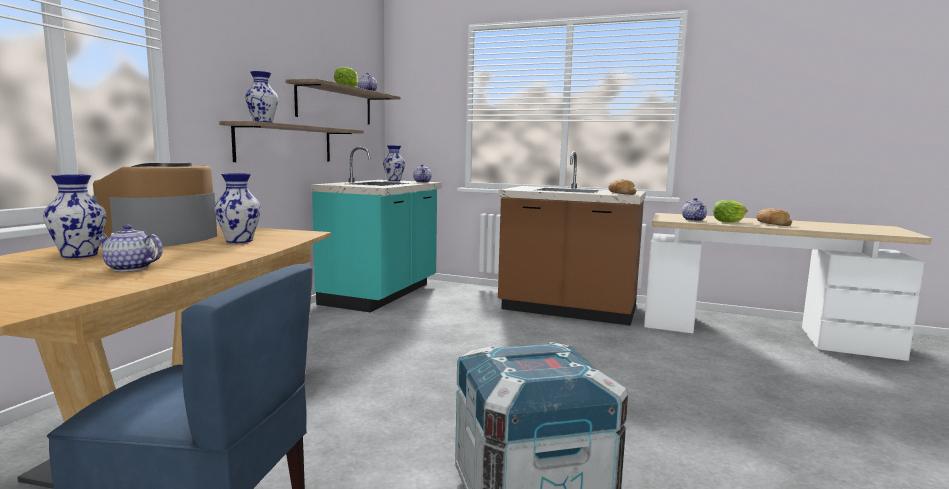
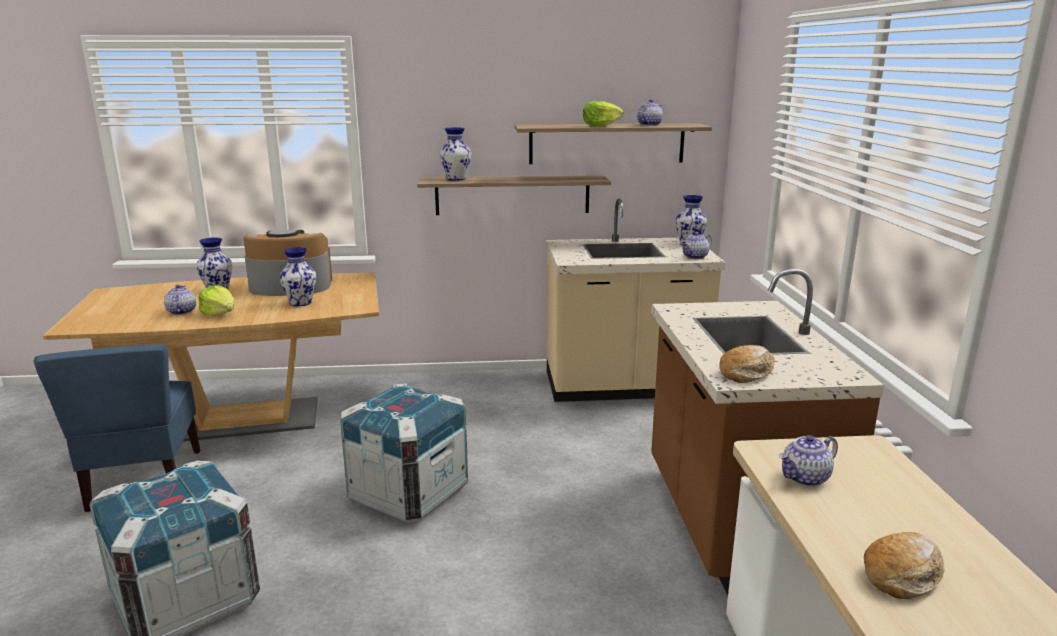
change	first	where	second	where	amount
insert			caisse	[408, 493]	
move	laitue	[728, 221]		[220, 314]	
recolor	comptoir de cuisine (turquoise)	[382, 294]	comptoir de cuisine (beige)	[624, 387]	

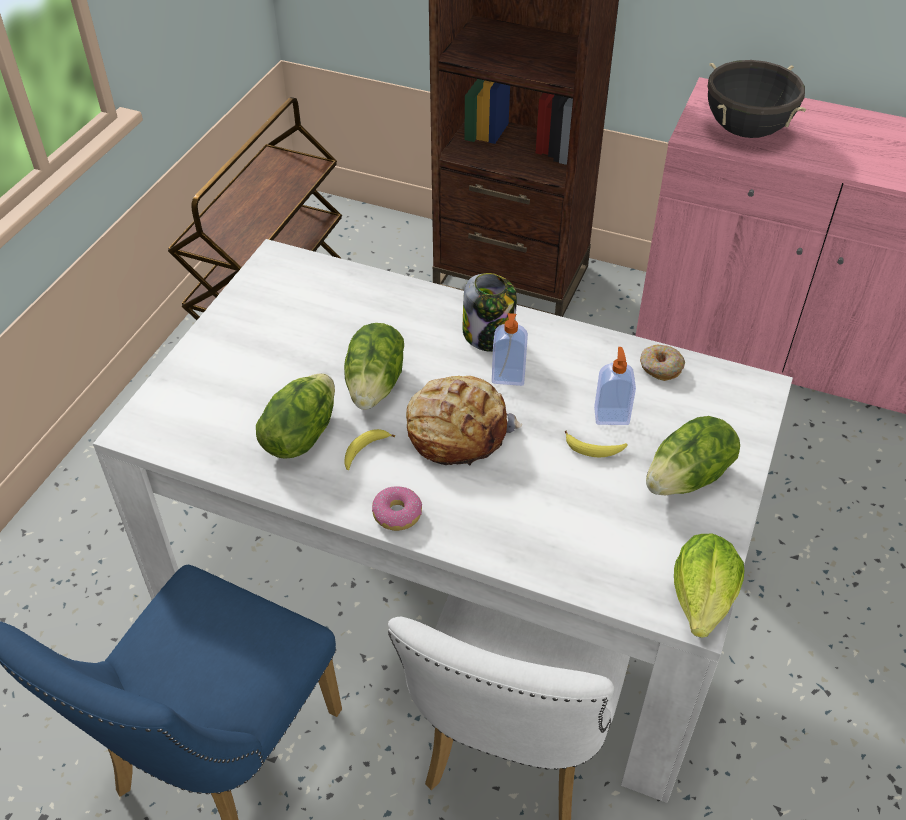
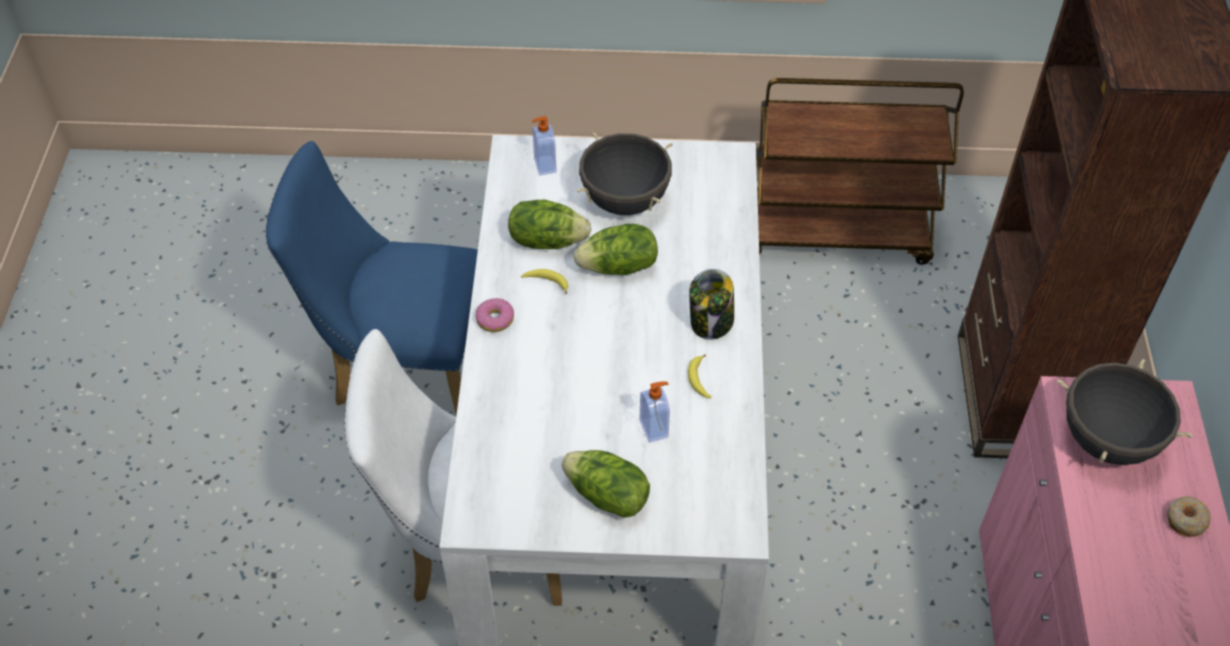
change	first	where	second	where	amount
delete	pain	[457, 430]			
delete	laitue	[703, 599]			
insert			marmite (noir)	[625, 201]	
move	distributeur de savon	[508, 378]		[544, 166]	
move	banane	[594, 449]		[699, 380]	
move	beignet	[660, 367]		[1185, 520]	

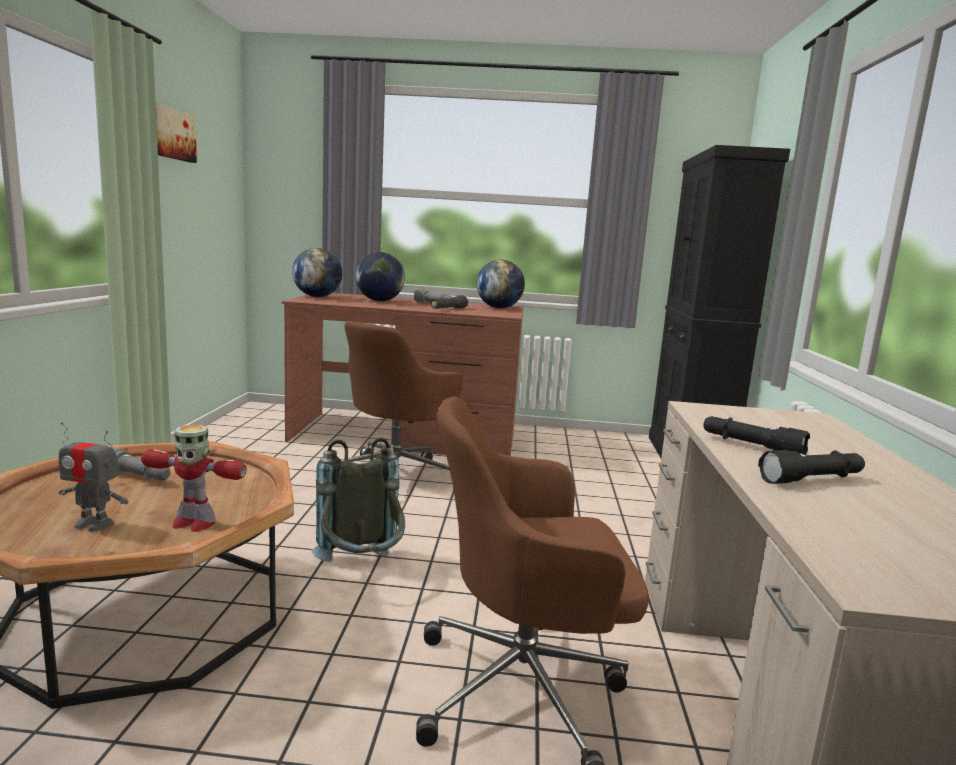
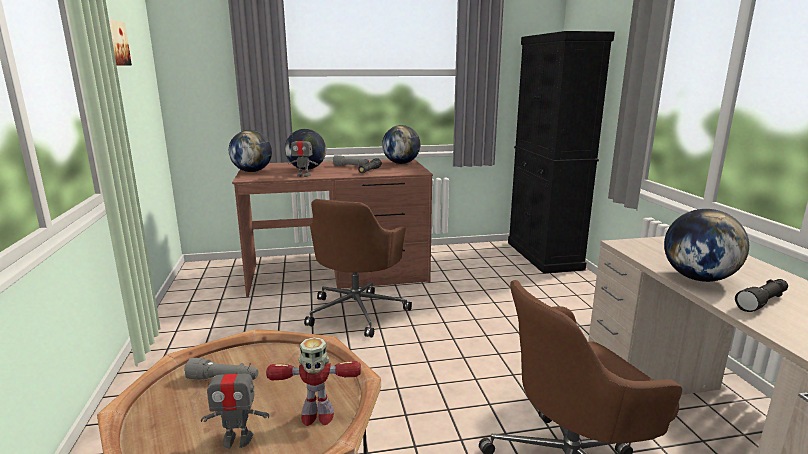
change	first	where	second	where	amount
delete	sac à dos (gris)	[361, 570]			
insert			robot jouet	[303, 175]	
replace	lampe de poche (noir)	[751, 447]	globe	[698, 278]	

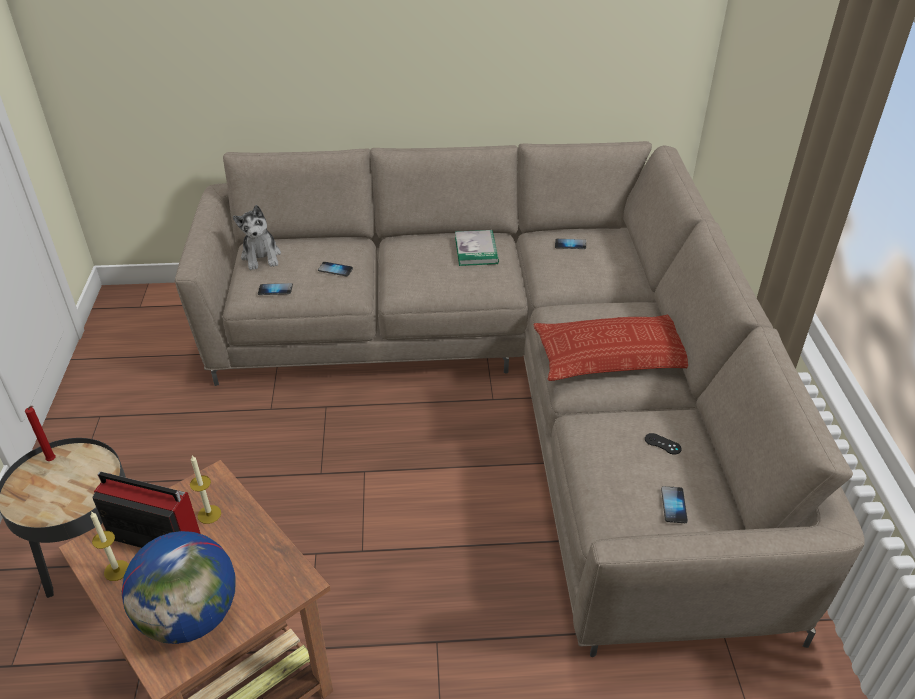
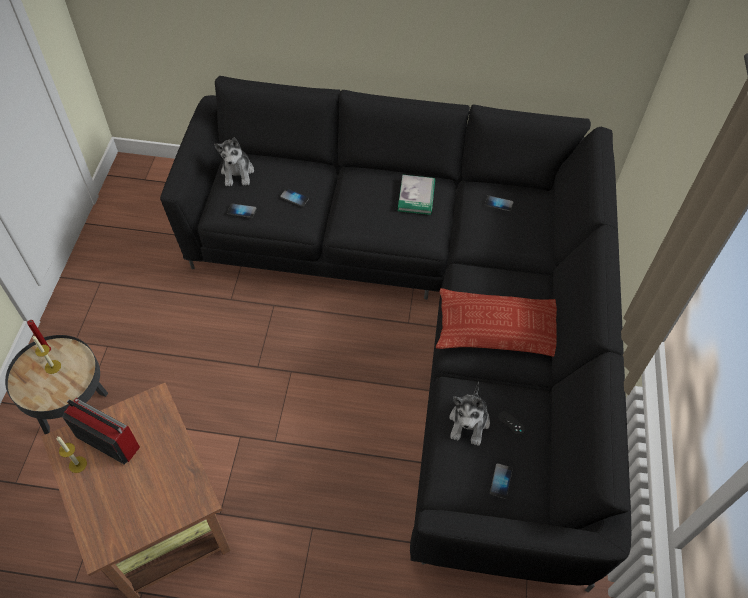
change	first	where	second	where	amount
delete	globe	[191, 617]			
insert			peluche	[469, 422]	
move	bougie	[209, 514]		[53, 367]	
recolor	canapé (beige)	[515, 384]	canapé (noir)	[430, 311]	

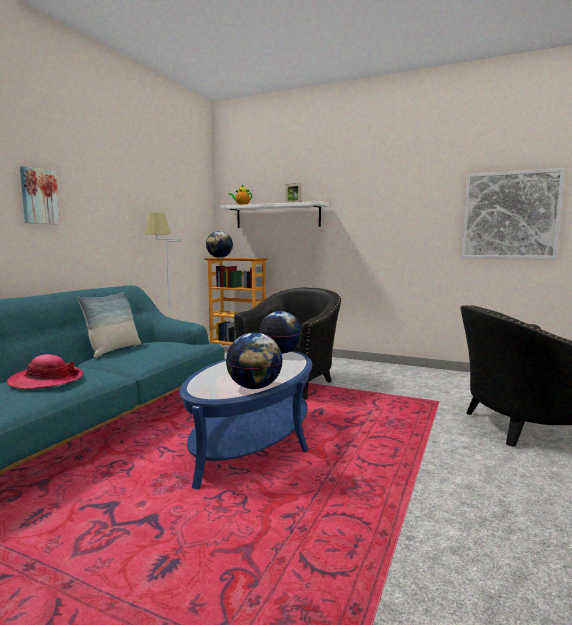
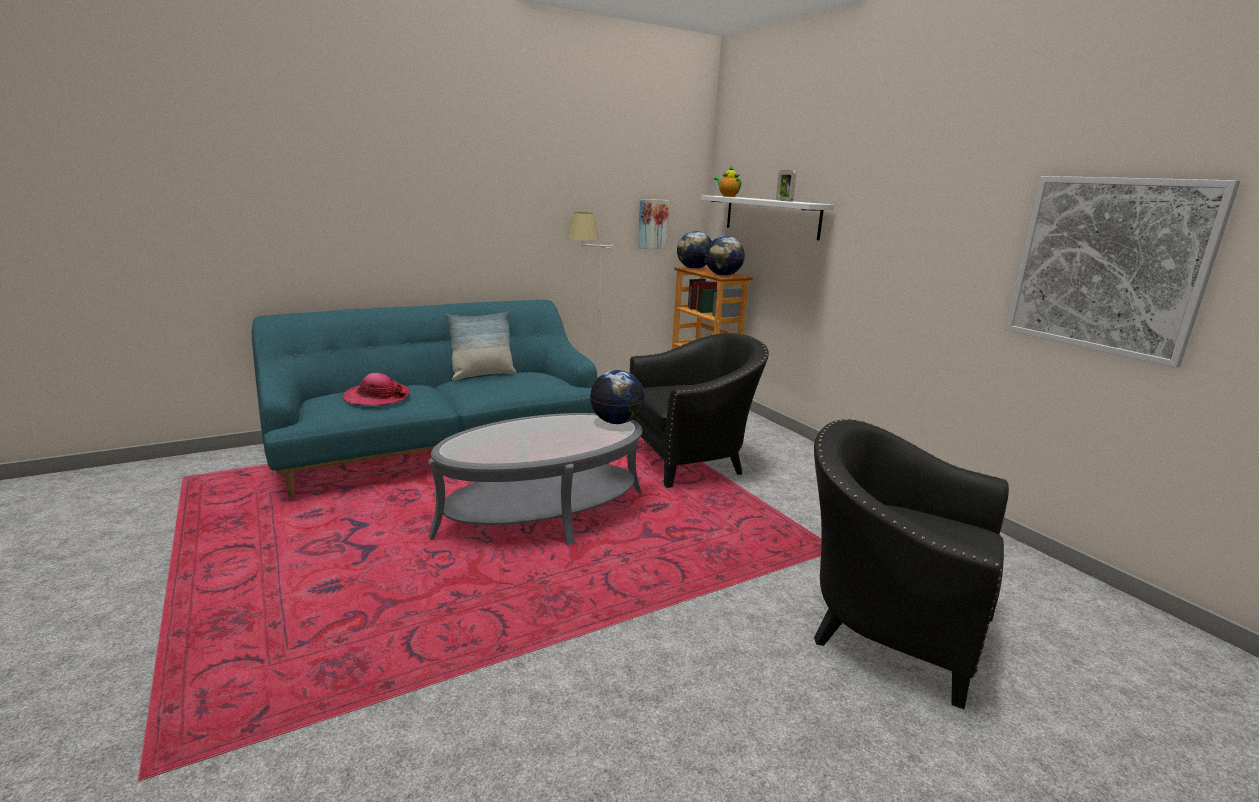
change	first	where	second	where	amount
move	tableau	[39, 196]		[652, 224]	
move	globe	[254, 387]		[723, 275]	
recolor	table basse (bleu)	[253, 440]	table basse (gris)	[542, 514]	

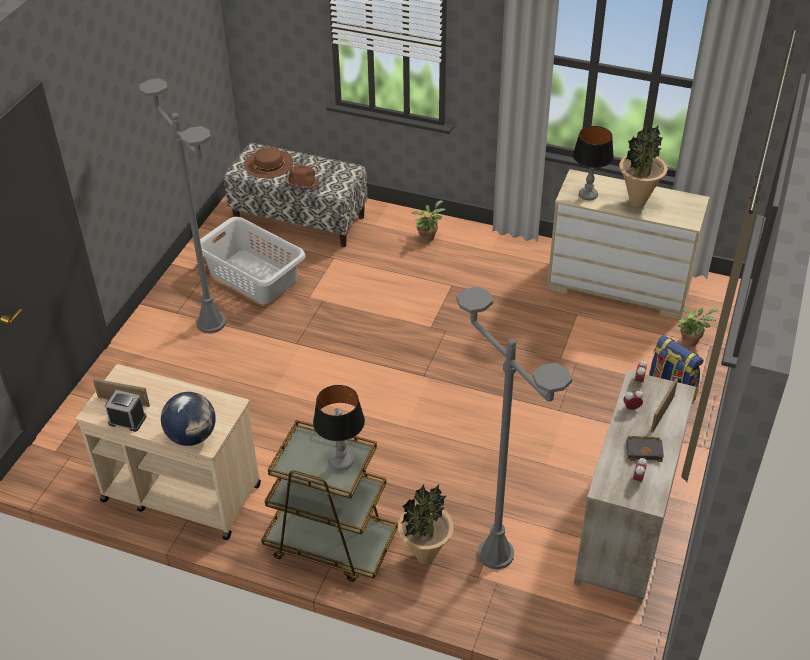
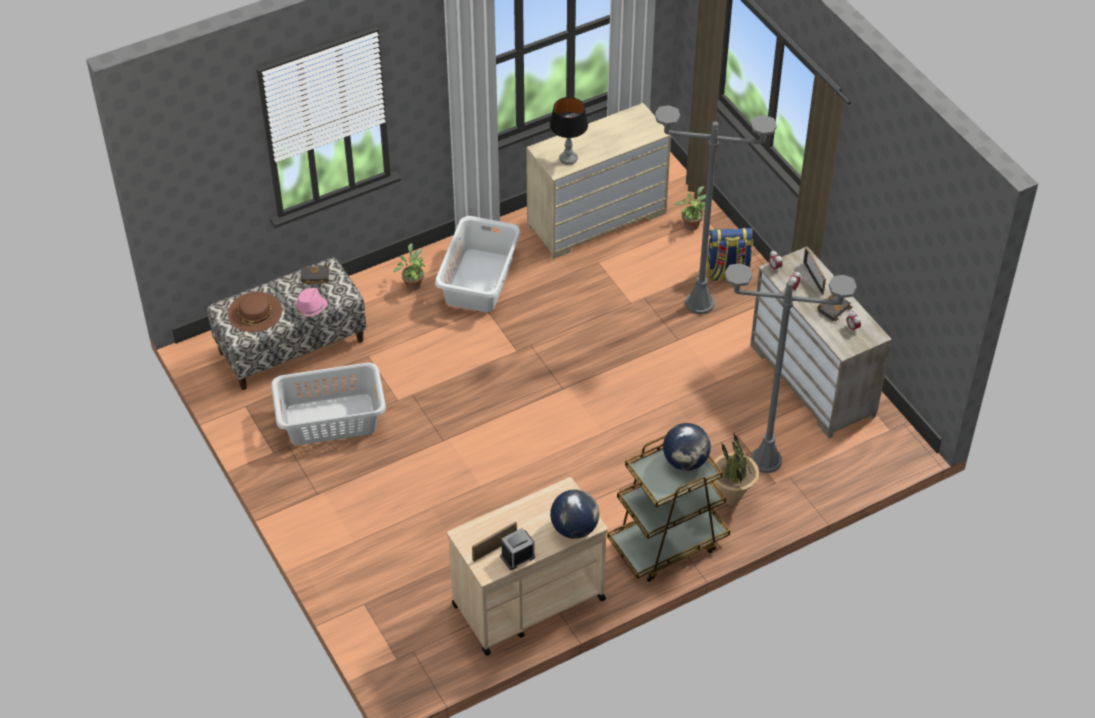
change	first	where	second	where	amount
delete	plante en pot	[637, 203]			
insert			livre (noir)	[314, 277]	
insert			panier à linge (blanc)	[478, 281]	
move	lampadaire (gris)	[211, 322]		[699, 303]	
replace	lampe de table	[342, 462]	globe	[685, 461]	
recolor	chapeau (marron)	[302, 184]	chapeau (rose)	[310, 308]	

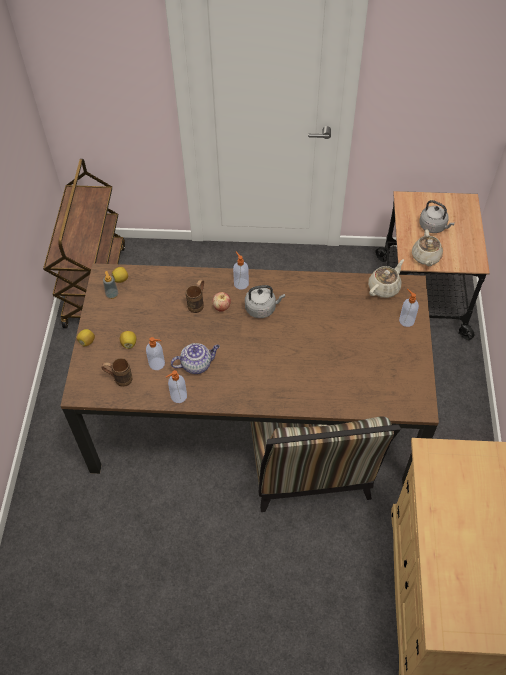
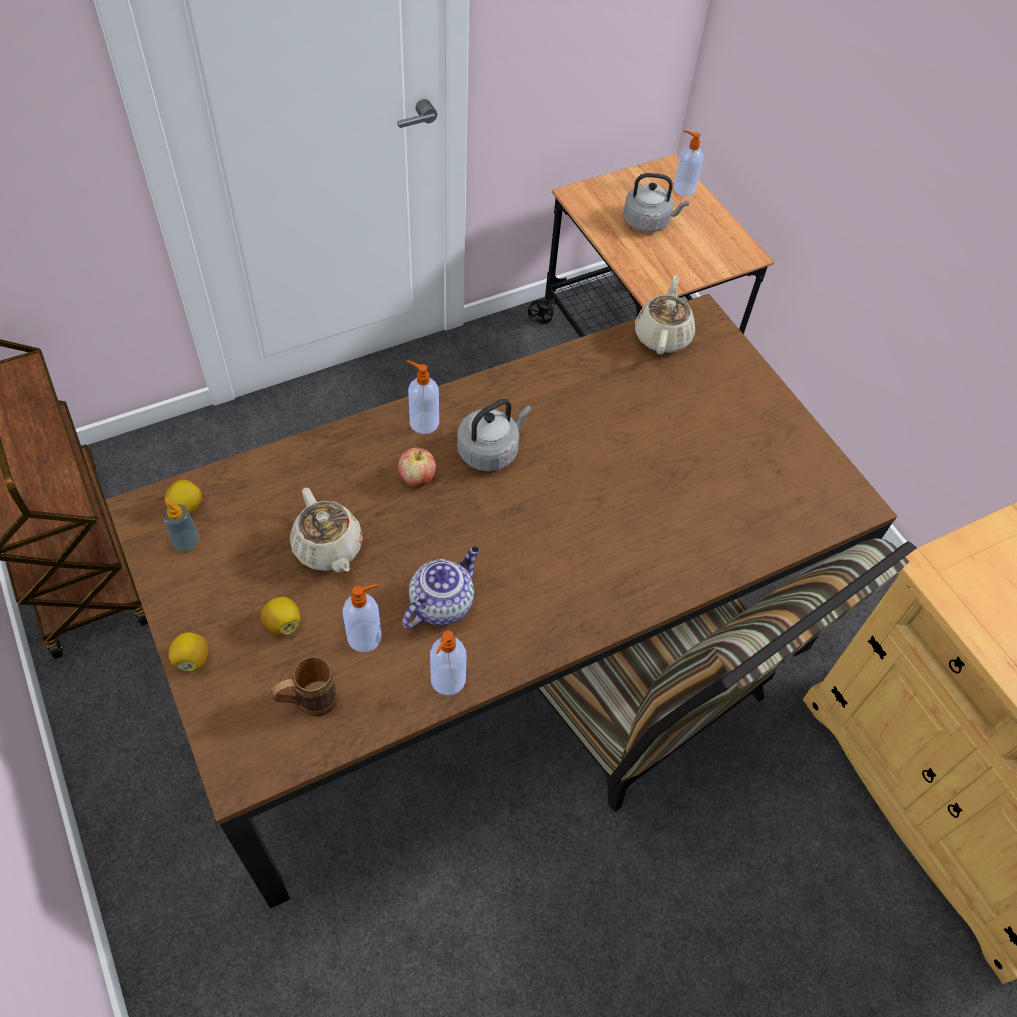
change	first	where	second	where	amount
delete	mug (marron)	[198, 303]			
move	distributeur de savon	[406, 320]		[683, 188]	
move	théière (beige)	[426, 257]		[328, 548]	

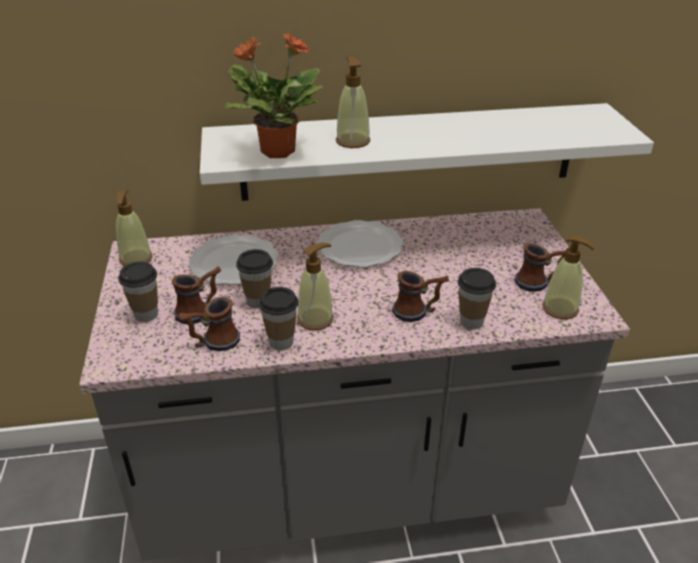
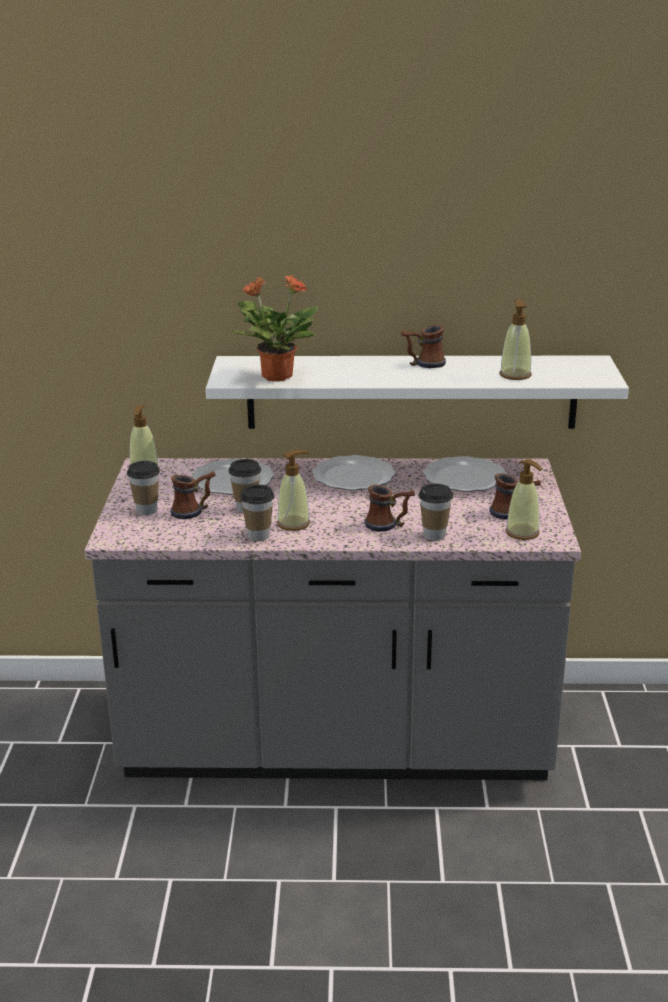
change	first	where	second	where	amount
insert			assiette	[465, 478]	
move	mug	[212, 343]		[423, 364]	
move	distributeur de savon	[352, 141]		[515, 375]	

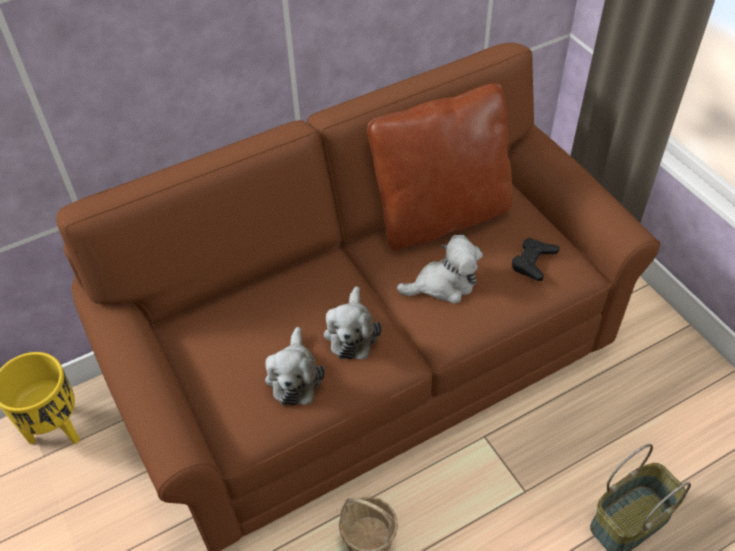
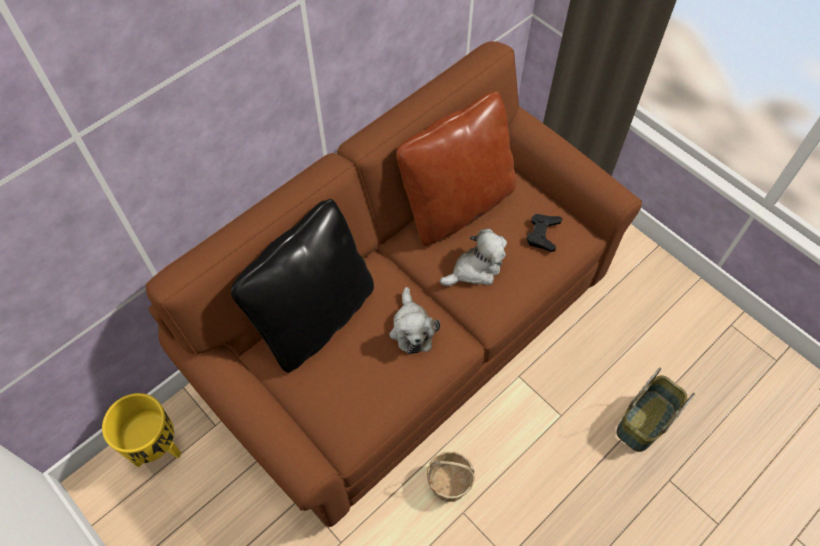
change	first	where	second	where	amount
delete	peluche	[295, 376]			
insert			coussin (noir)	[315, 317]	

